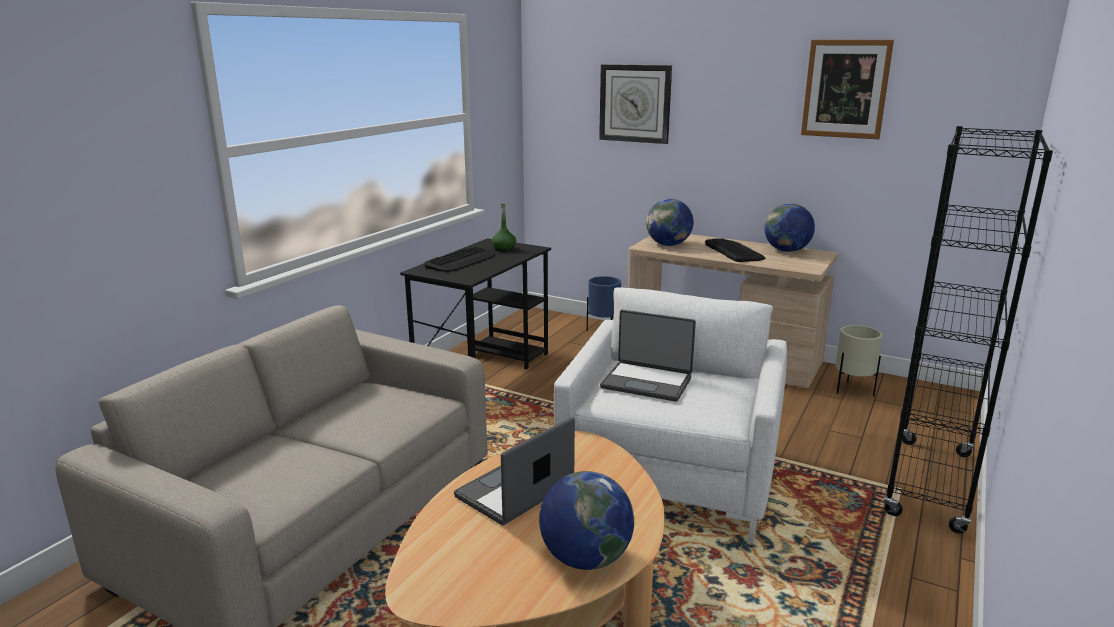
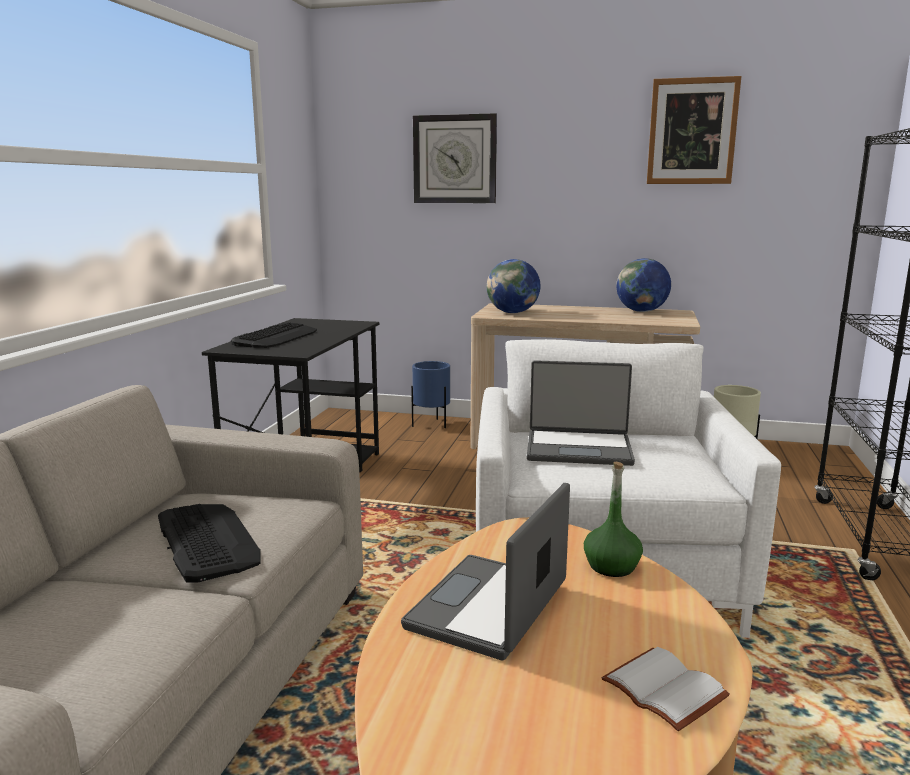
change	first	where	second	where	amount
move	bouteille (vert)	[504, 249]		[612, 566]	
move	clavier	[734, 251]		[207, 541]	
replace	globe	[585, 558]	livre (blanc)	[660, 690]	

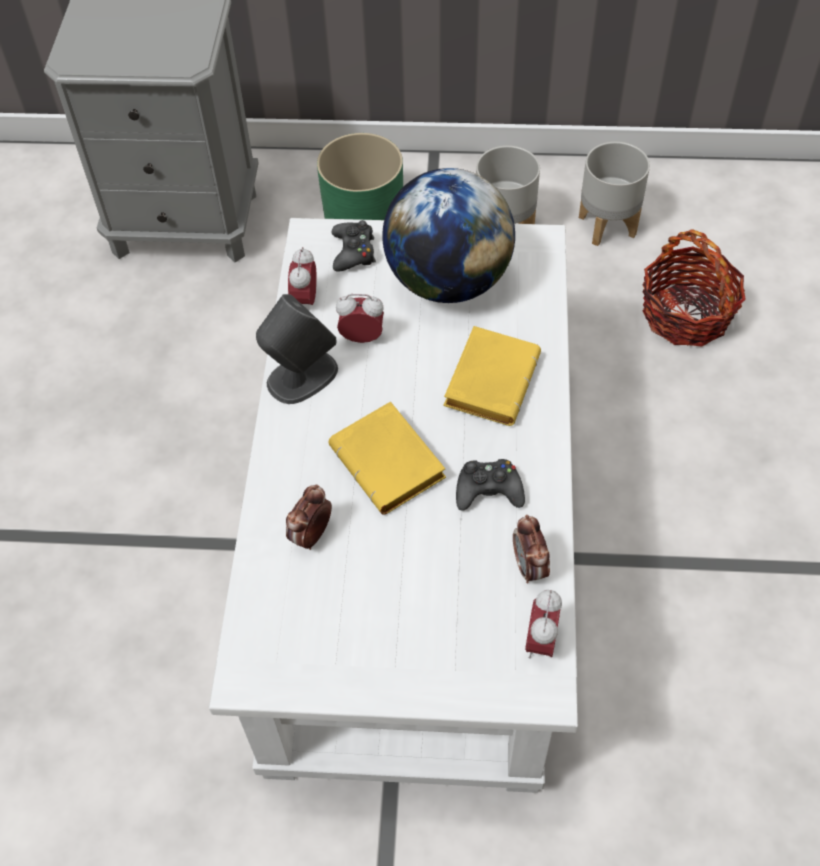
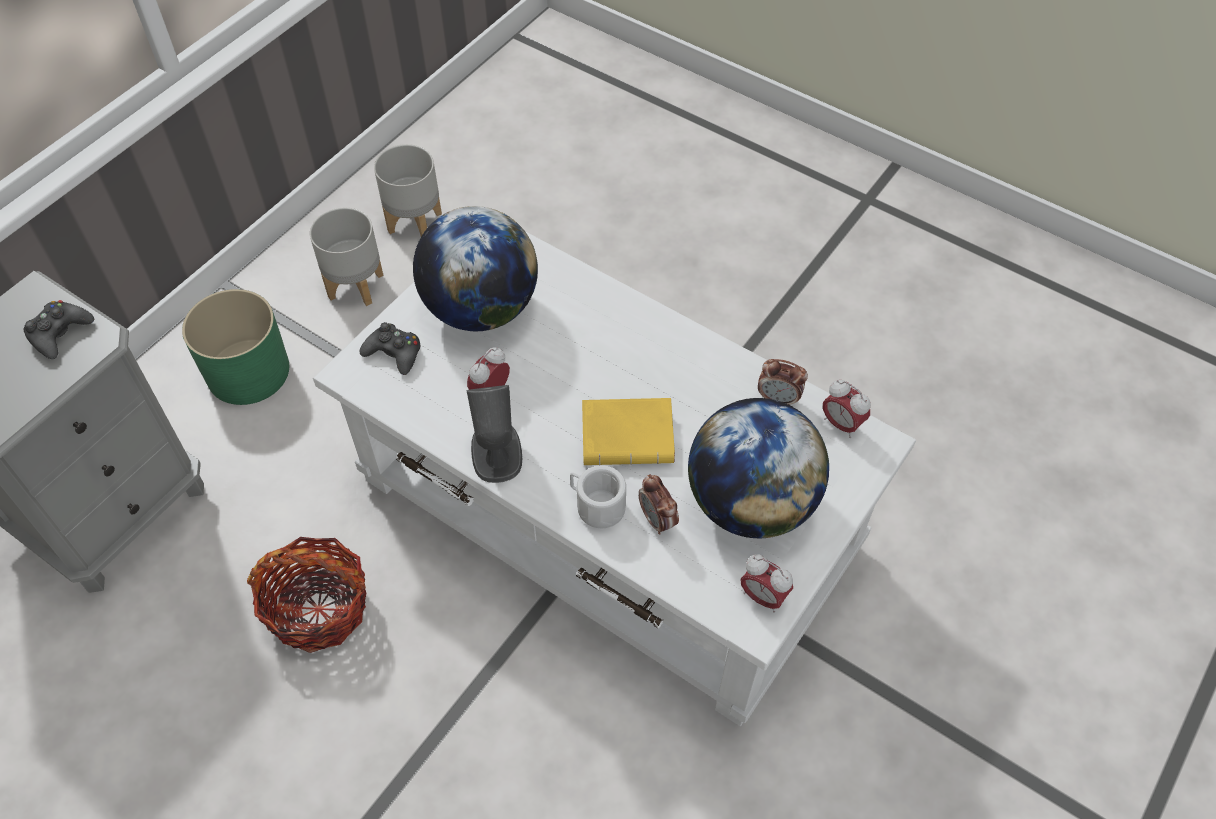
change	first	where	second	where	amount
delete	livre (jaune)	[489, 379]			
insert			mug (blanc)	[596, 505]	
insert			globe	[750, 503]	
move	réveil	[305, 300]		[763, 597]	
move	manette (noir)	[488, 490]		[59, 333]	
move	panier	[686, 315]		[319, 608]	

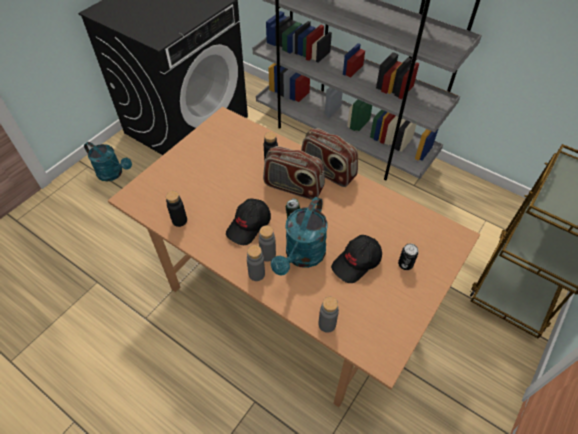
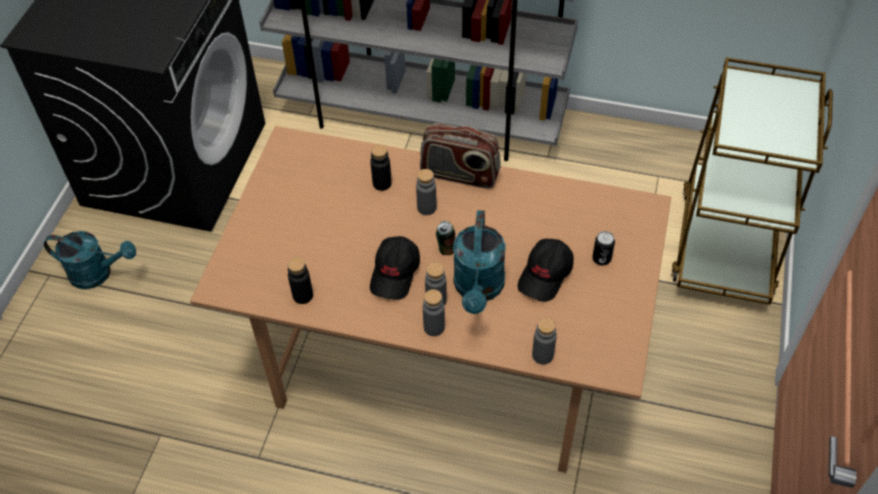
change	first	where	second	where	amount
replace	radio	[293, 187]	bouteille (gris)	[426, 208]	

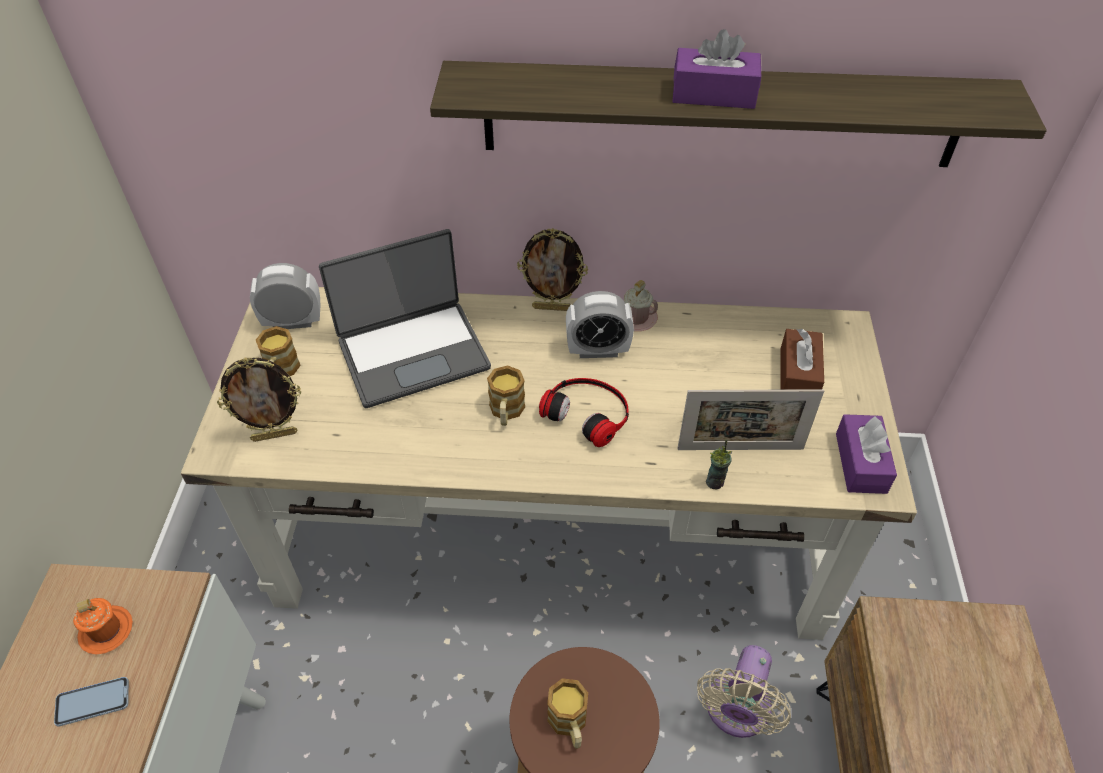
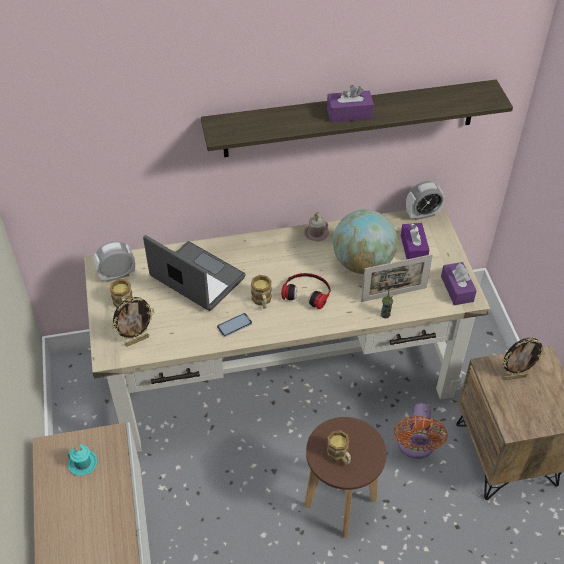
change	first	where	second	where	amount
insert			globe	[363, 263]	
move	téléphone	[93, 702]		[234, 325]	
move	cadre photo	[552, 308]		[515, 376]	
move	réveil	[597, 350]		[422, 214]	
recolor	mug (orange)	[106, 631]	mug (turquoise)	[83, 463]	
recolor	ventilateur (beige)	[736, 712]	ventilateur (orange)	[415, 446]	
recolor	boîte à mouchoirs (marron)	[798, 374]	boîte à mouchoirs (violet)	[413, 248]	
rotate	ordinateur portable	[413, 353]		[196, 279]	105 degrees counterclockwise

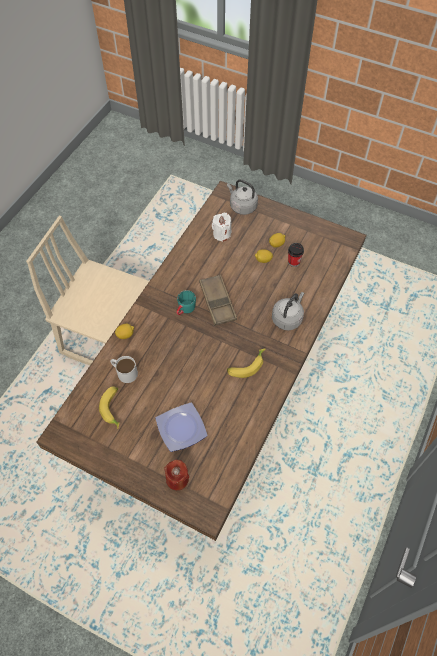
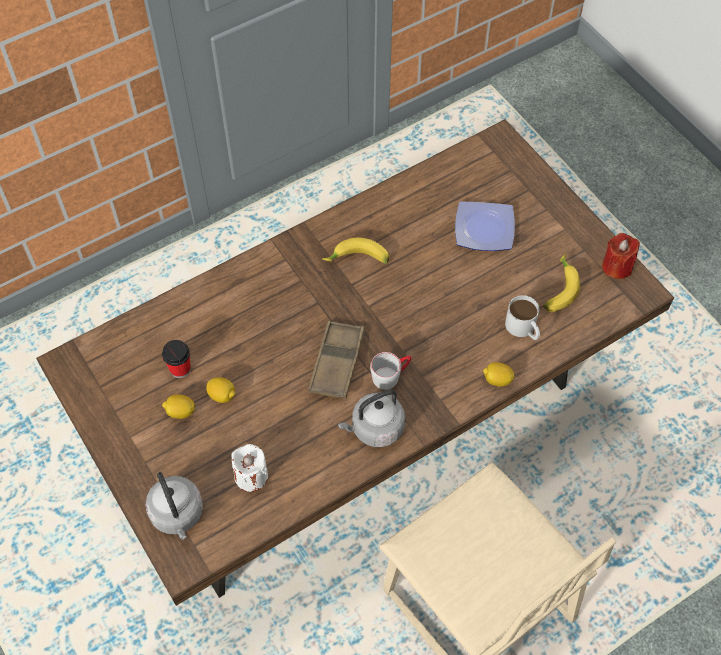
change	first	where	second	where	amount
move	bougie (rouge)	[177, 479]		[617, 267]	
move	bouilloire (gris)	[287, 318]		[375, 429]	
recolor	mug (turquoise)	[185, 310]	mug (gris)	[391, 375]	

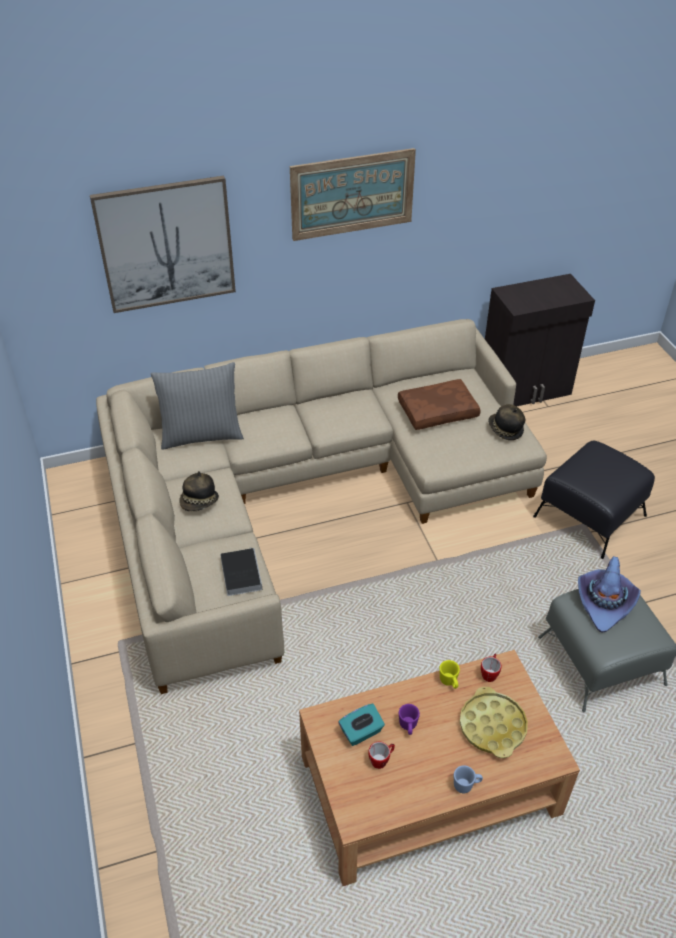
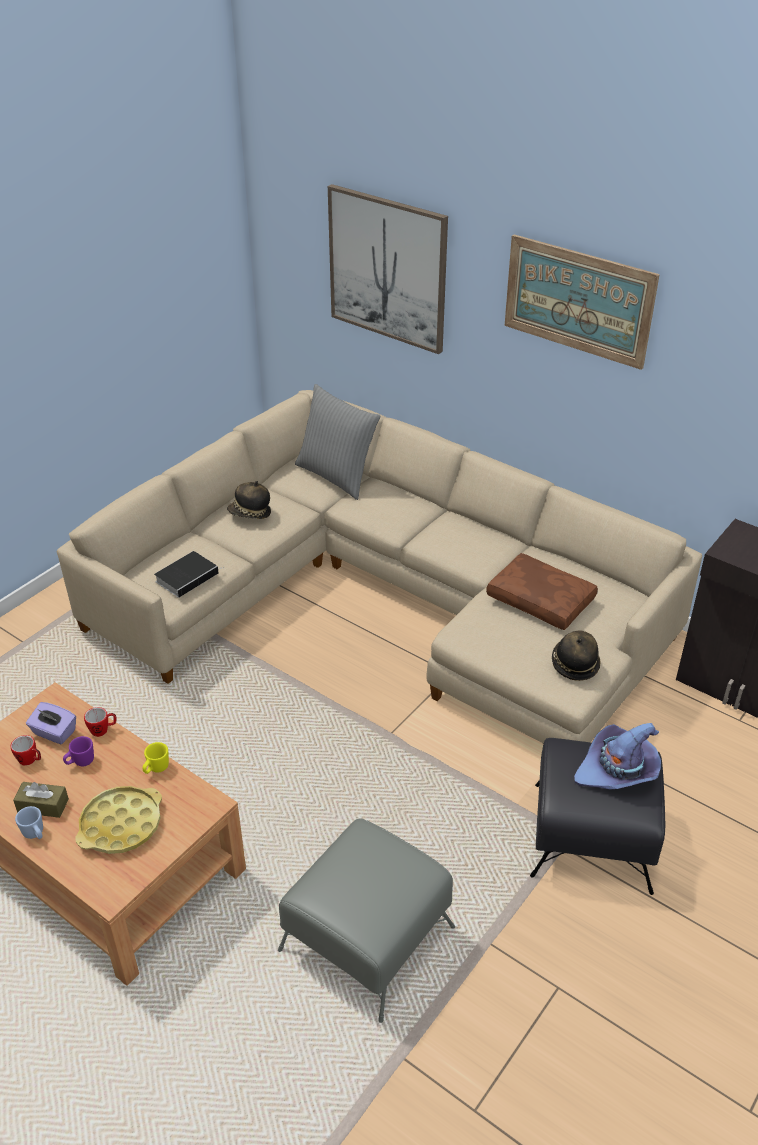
change	first	where	second	where	amount
insert			boîte à mouchoirs (marron)	[43, 805]	
move	mug	[490, 673]		[103, 730]	
move	chapeau (violet)	[605, 602]		[618, 770]	
recolor	boîte à mouchoirs (turquoise)	[361, 732]	boîte à mouchoirs (violet)	[54, 733]	

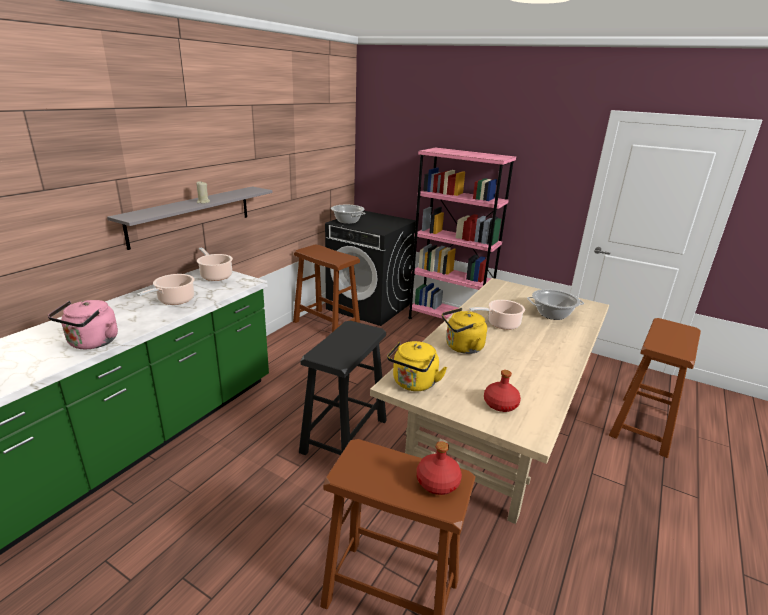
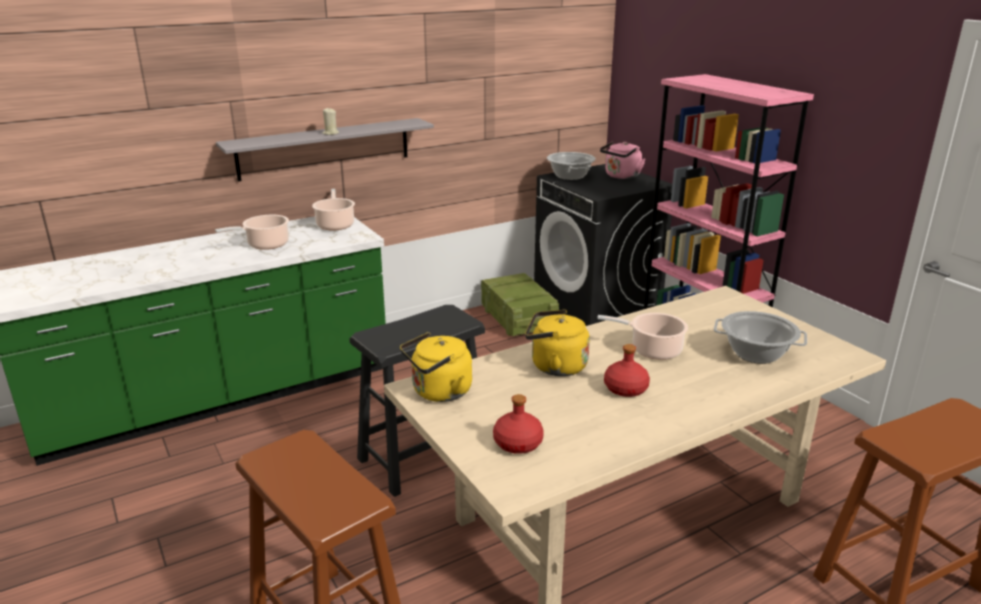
change	first	where	second	where	amount
move	bouilloire (rose)	[91, 343]		[621, 176]	
move	bouteille (rouge)	[438, 482]		[626, 389]	
replace	tabouret (marron)	[326, 324]	caisse	[517, 318]	

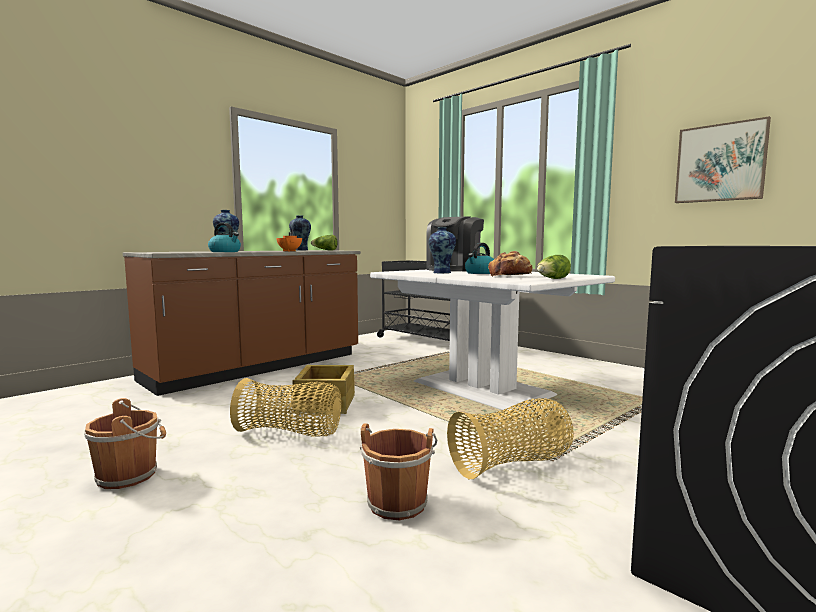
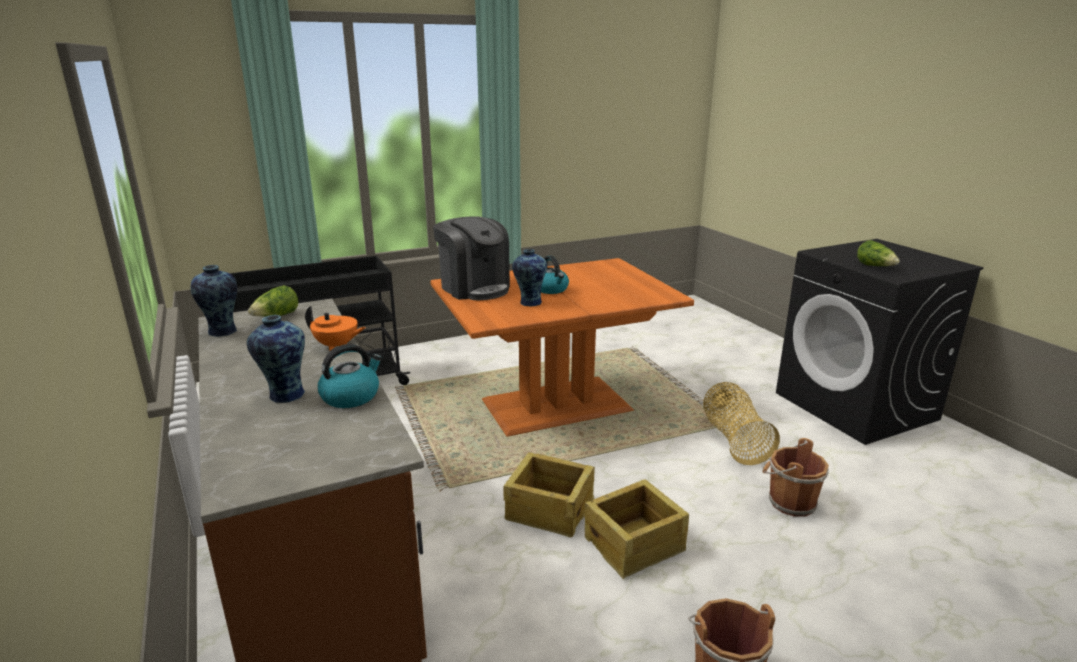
change	first	where	second	where	amount
delete	pain	[510, 276]			
delete	tableau	[720, 163]			
move	laitue	[552, 279]		[875, 266]	
replace	panier	[290, 433]	caisse	[635, 544]	
recolor	table à manger (blanc)	[482, 388]	table à manger (orange)	[555, 405]	

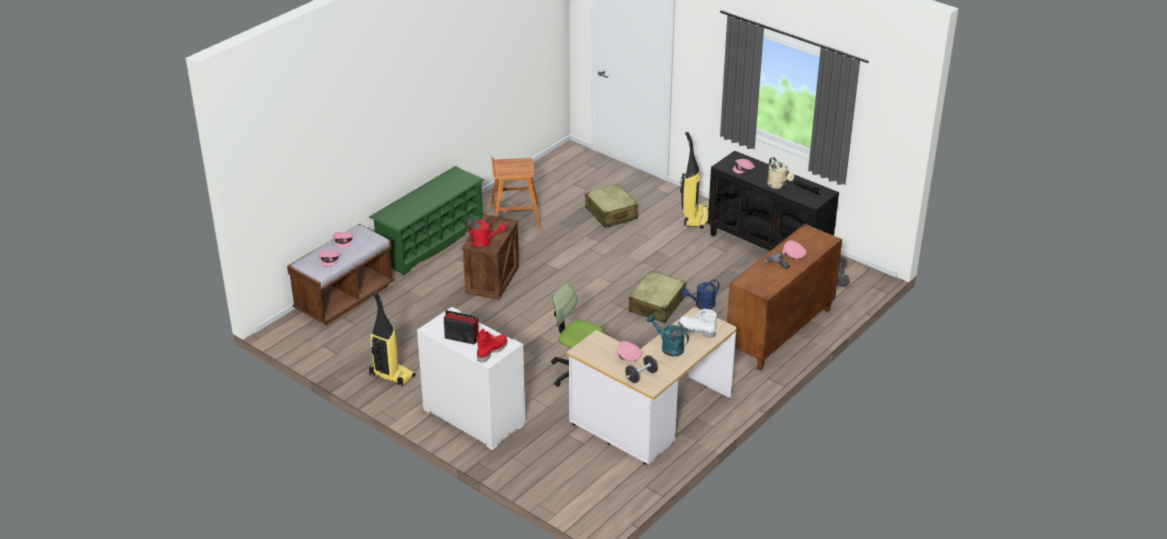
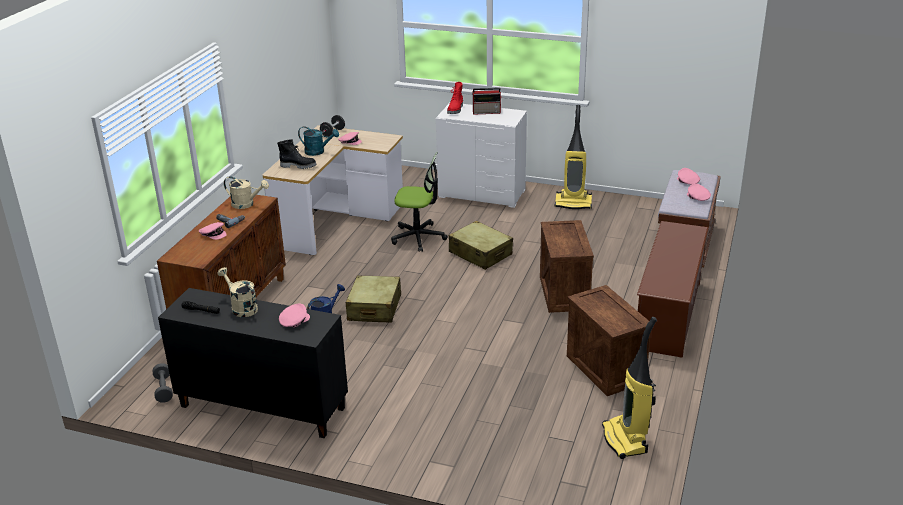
change	first	where	second	where	amount
delete	arrosoir (rouge)	[484, 242]			
insert			arrosoir (beige)	[246, 204]	
move	valise (beige)	[611, 214]		[480, 253]	
move	aspirateur	[695, 218]		[625, 440]	
replace	tabouret (marron)	[514, 218]	caisse	[606, 369]	
recolor	étagère à chaussures (vert)	[430, 243]	étagère à chaussures (marron)	[668, 315]	
recolor	botte (blanc)	[696, 330]	botte (noir)	[298, 166]	

